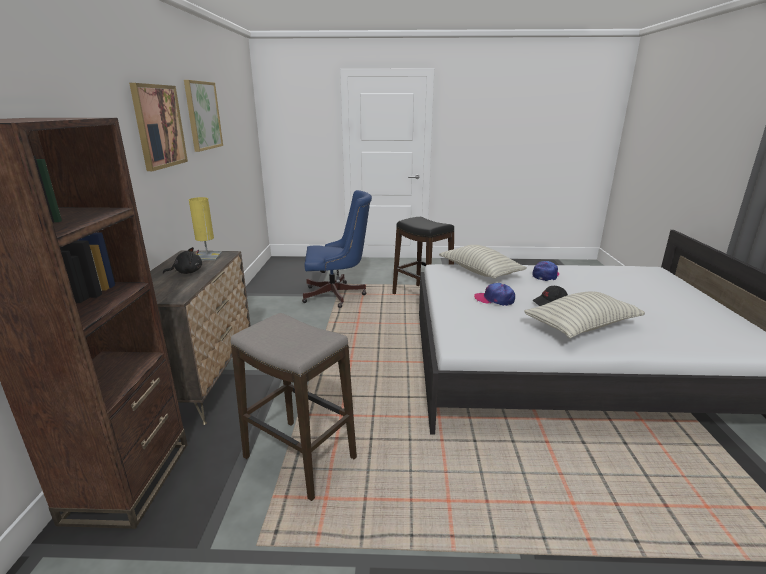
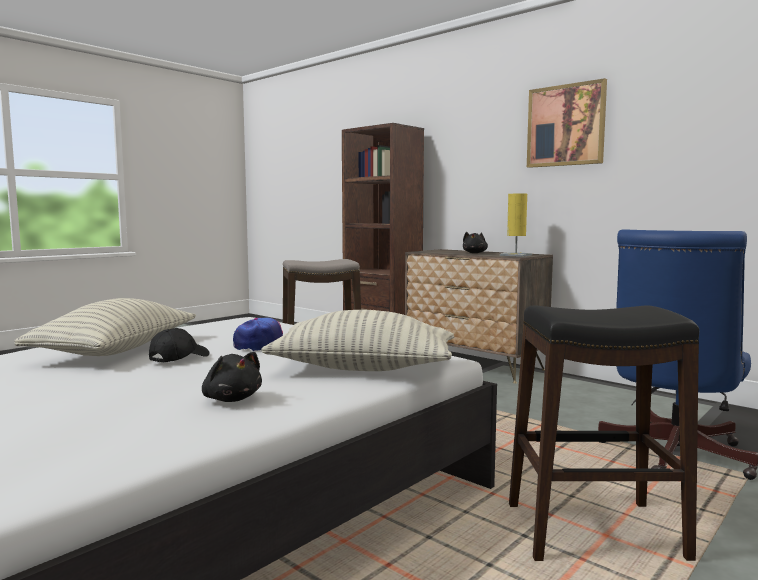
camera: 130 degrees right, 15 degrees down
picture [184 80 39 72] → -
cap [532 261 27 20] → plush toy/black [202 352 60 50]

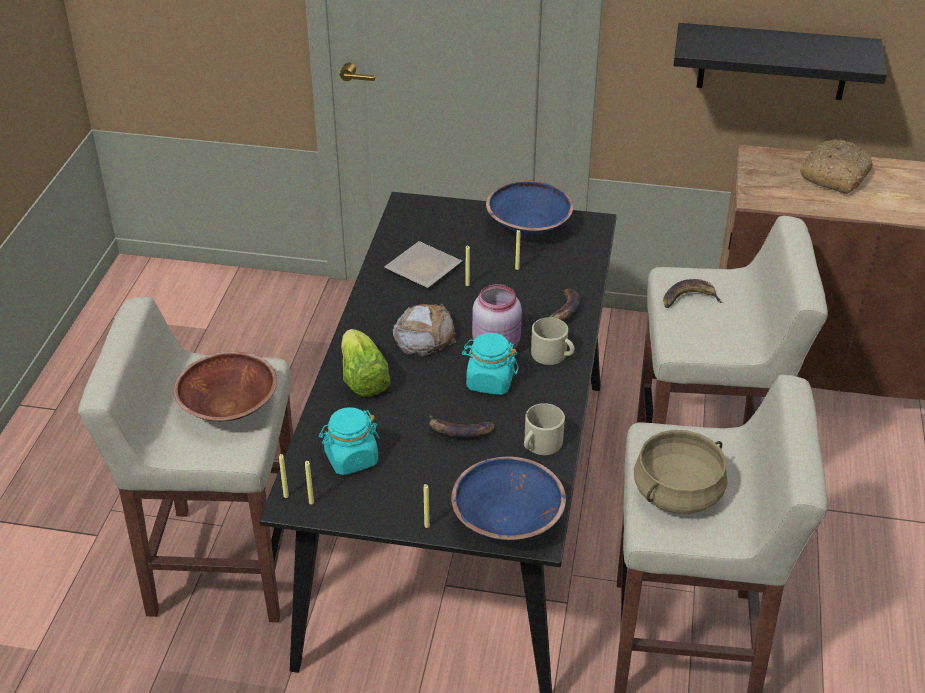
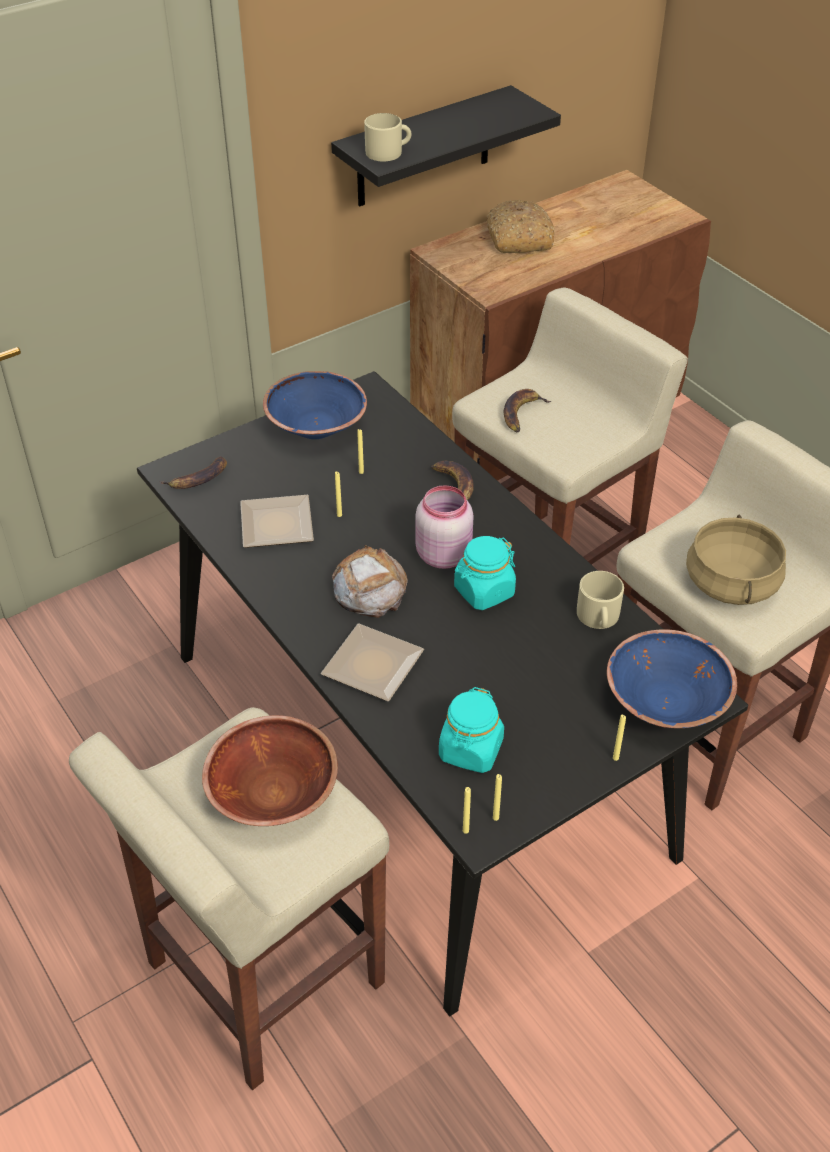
camera: 45 degrees left, 5 degrees up
banana [429 415 66 22] → banana [159 456 68 33], moved
mug/beige [531 317 44 48] → mug/beige [364 113 47 48], moved
lettuce [341 329 50 68] → plate [321 624 103 77]

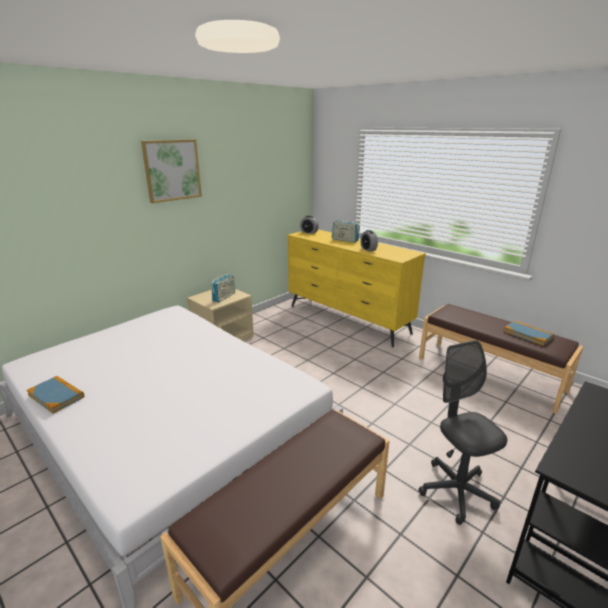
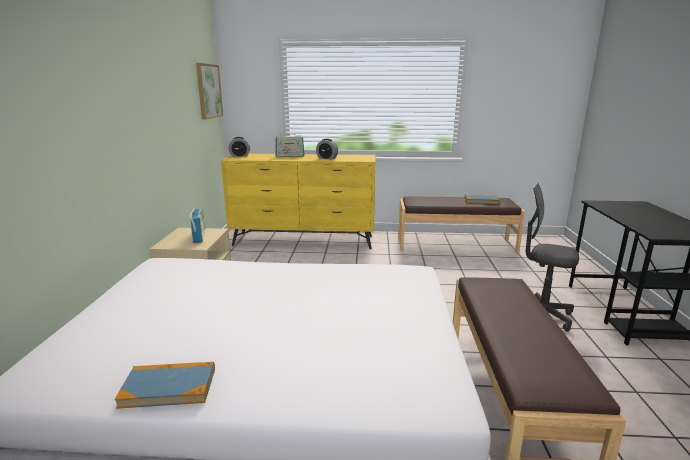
camera: 40 degrees left, 5 degrees down
picture [141 139 61 64] → picture [196 63 27 57], moved

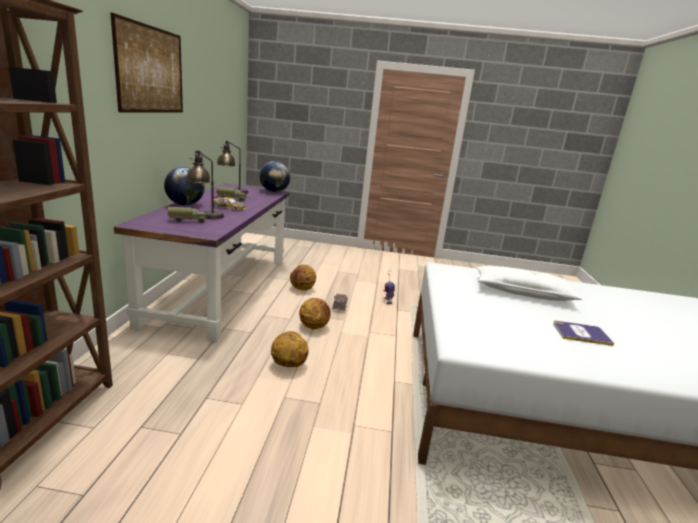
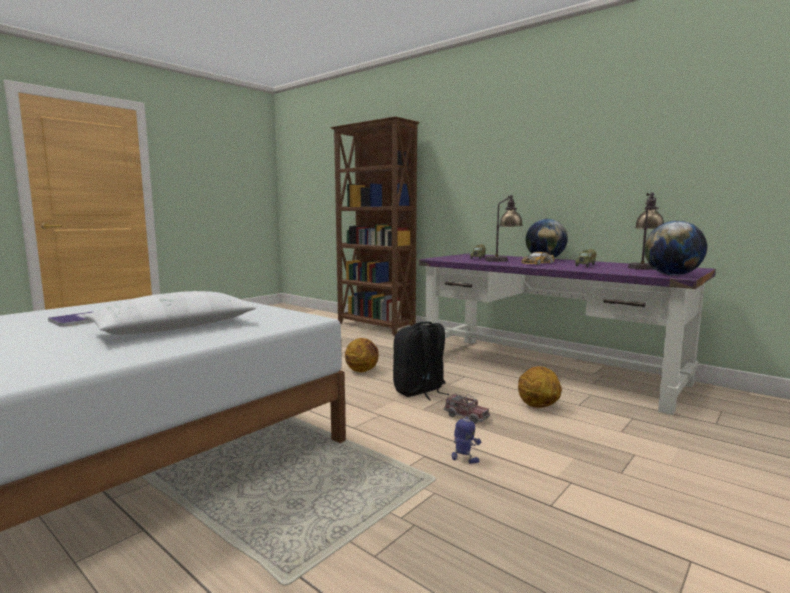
camera: 125 degrees right, 10 degrees down
picture [111 13 72 100] → -
basketball [299 298 32 31] → backpack/black [393 322 56 79]

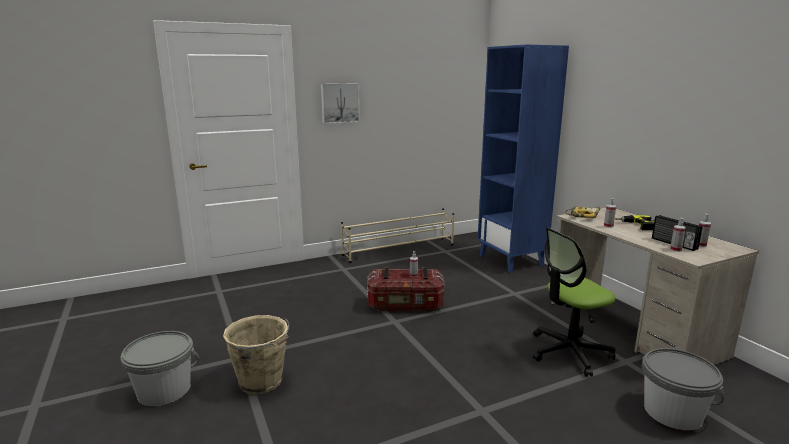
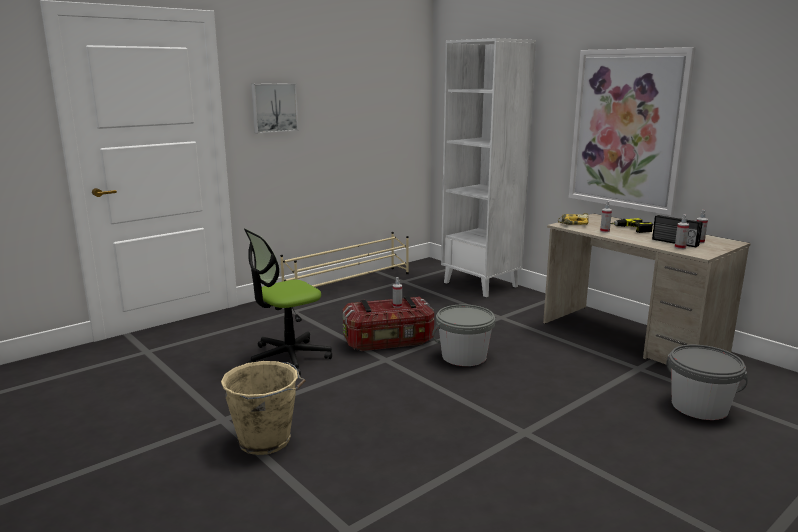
camera: 15 degrees left, 0 degrees up
- → picture [569 47 127 168]
bucket/grey [120 331 79 75] → bucket/grey [432 304 63 62], moved
office chair [533 227 83 150] → office chair [244 229 88 146], moved
bookcase/blue [477 44 92 229] → bookcase/white [441 38 95 259]

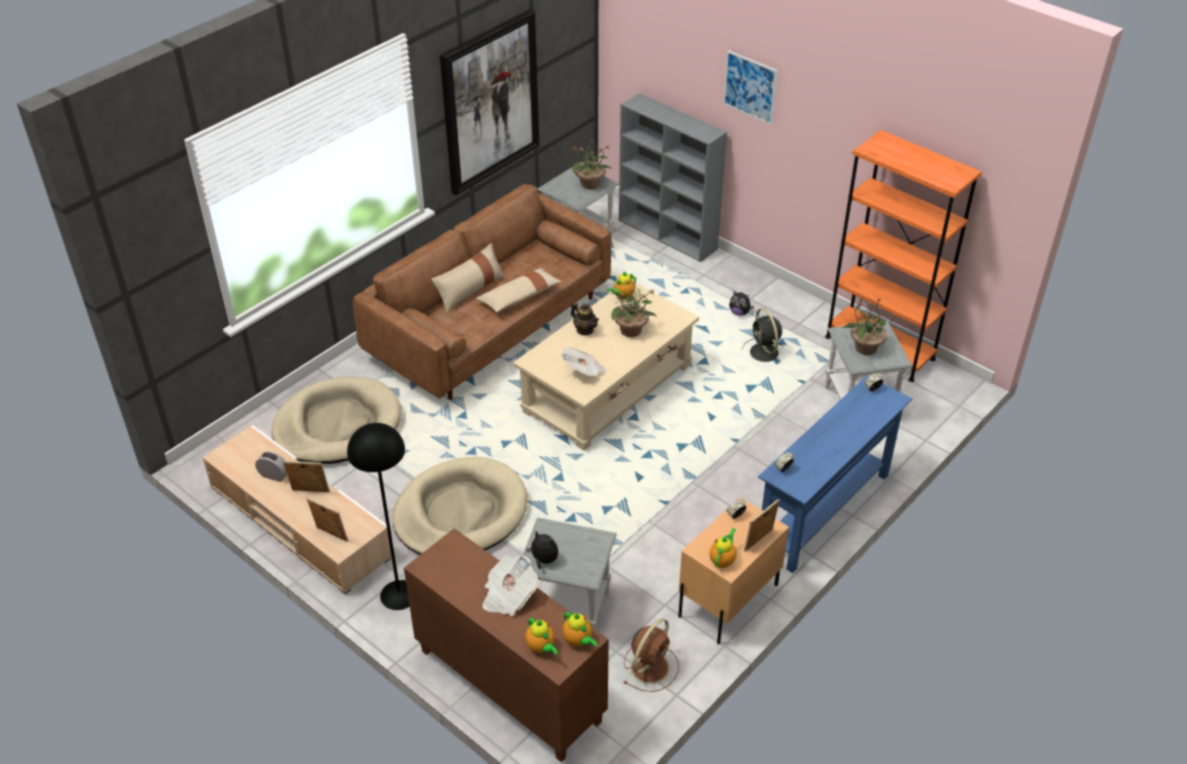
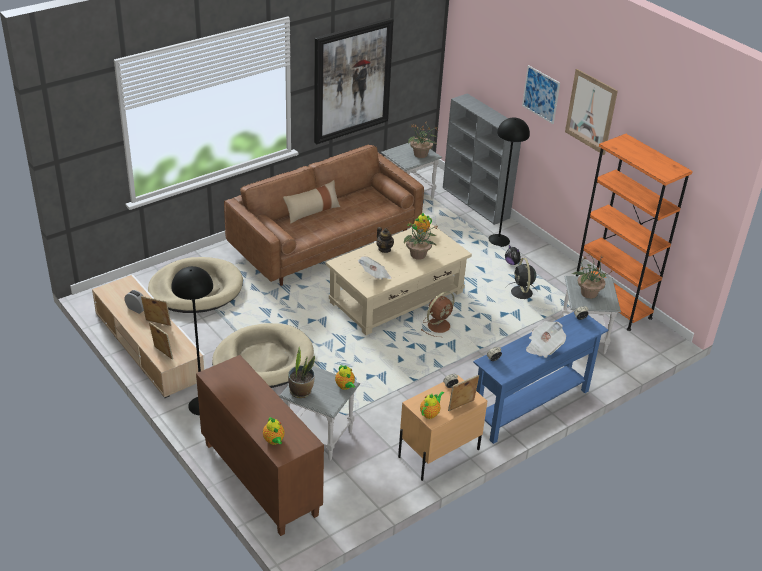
camera: 10 degrees right, 5 degrees down
pillow/beige [475 268 87 45] → -
- → floor lamp/black [489 117 41 130]
- → picture [565 69 53 86]
newspaper [482 556 56 60] → newspaper [526 321 40 37], moved
teapot [562 611 36 36] → teapot [335 365 20 25], moved
fan/brown [624 618 55 74] → fan/brown [421 291 34 46], moved
plush toy [526 531 32 38] → potted plant [288 347 27 51]

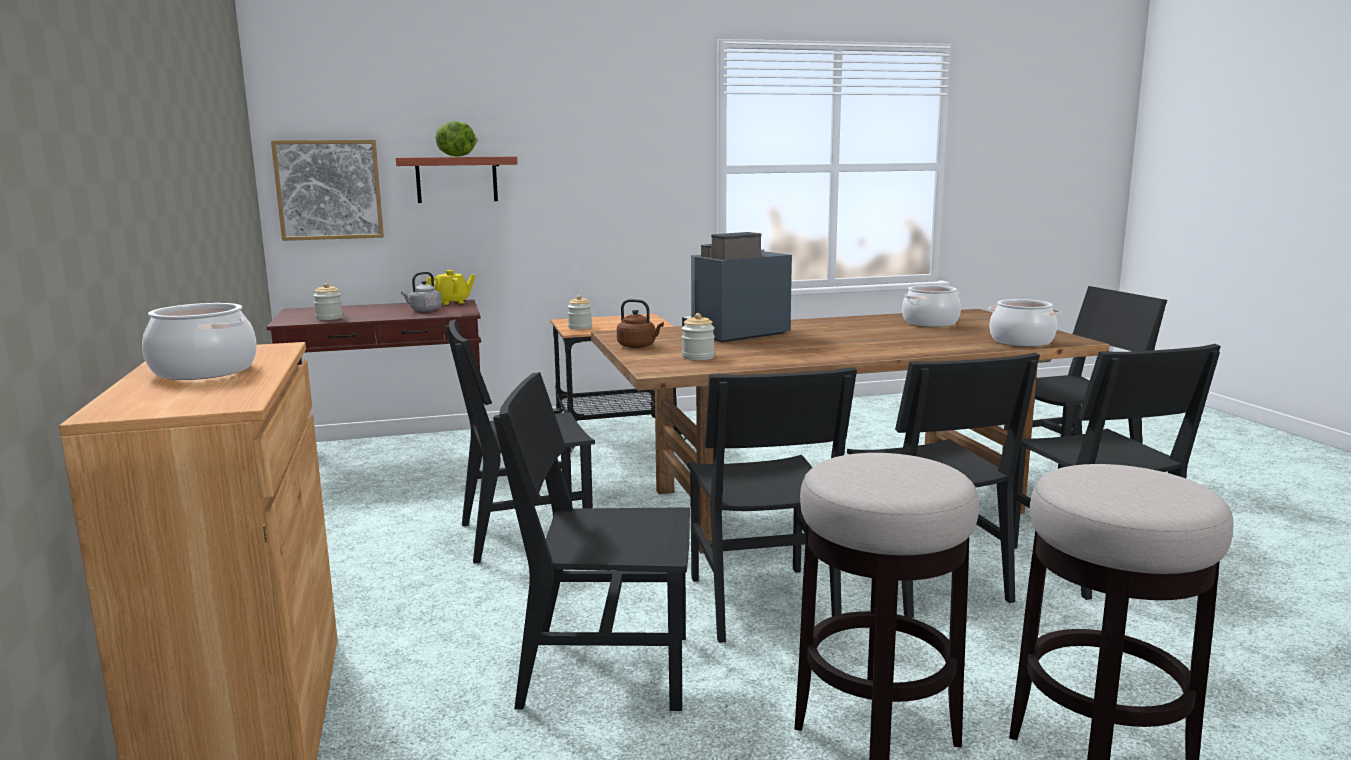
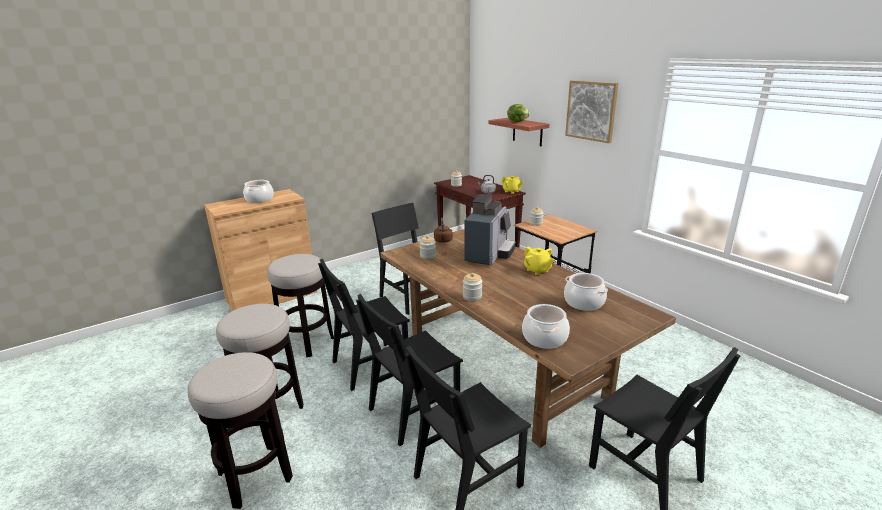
camera: 70 degrees right, 10 degrees up
- → jar [463 273 19 28]
- → teapot/yellow [524 247 30 28]
picture [271 140 113 101] → picture [565 80 53 63], moved
chair/black [493 372 197 339] → stool [267 254 67 103]
coffee machine [682 232 110 111] → coffee machine [465 194 50 71], 75 degrees clockwise

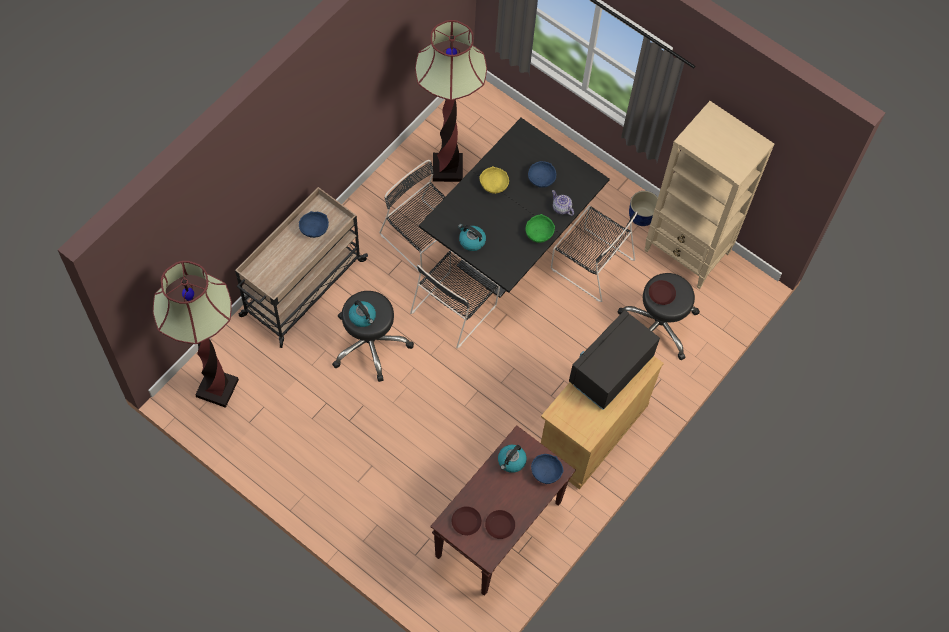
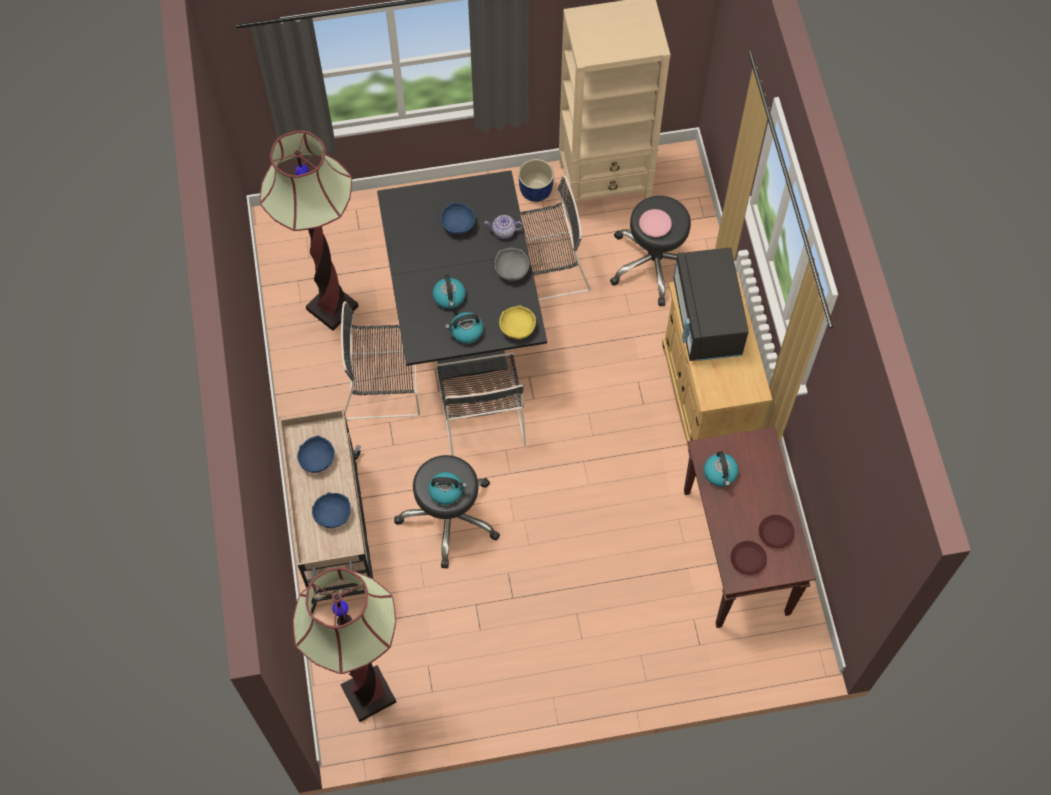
camera: 45 degrees left, 0 degrees up
- → kettle [433 274 33 35]
bowl/yellow [479 166 30 28] → bowl/yellow [499 305 37 34], moved
bowl/blue [531 454 33 30] → bowl/blue [312 492 39 36], moved
bowl/green [525 214 30 29] → bowl/grey [495 248 35 33]
plate/brown [649 280 27 25] → plate/pink [639 209 33 28]

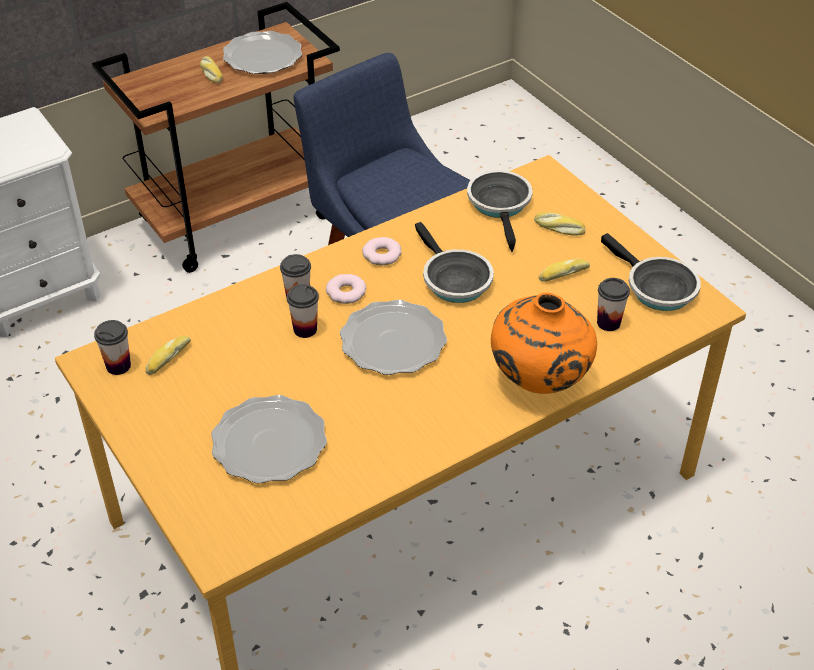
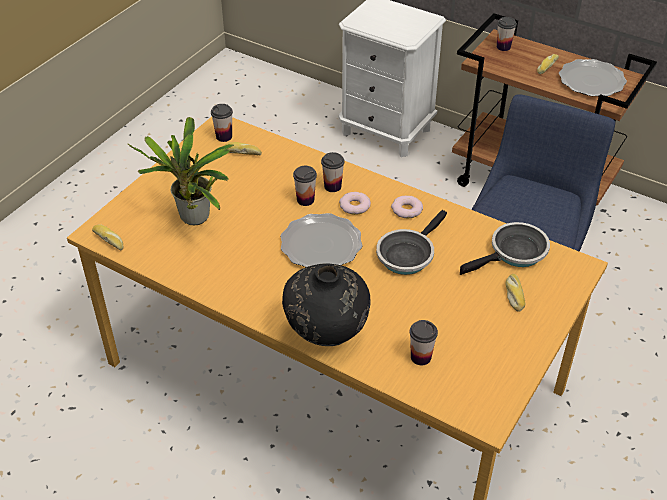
camera: 65 degrees right, 0 degrees up
frying pan [601 233 100 78] → -
- → cup [497 17 20 34]
bread [538 259 52 23] → bread [92 225 31 25], moved
plate [211 395 116 89] → potted plant [128 117 106 108]
vase/orange [491 293 106 101] → vase/black [282 263 89 83]

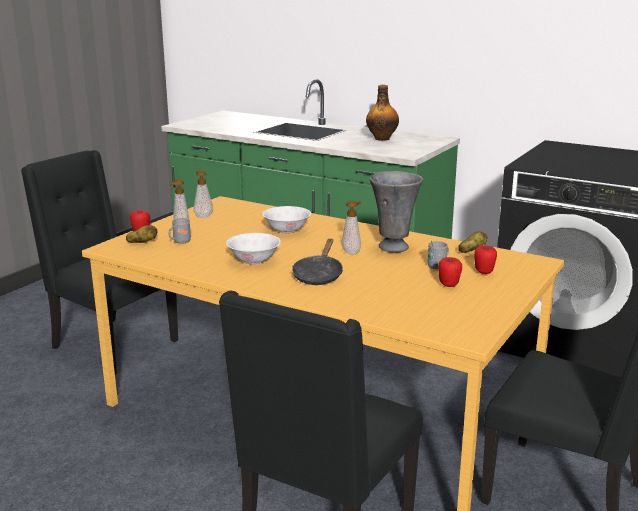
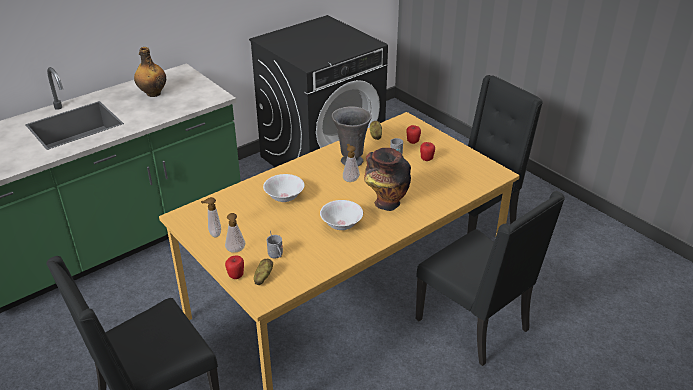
camera: 70 degrees left, 15 degrees up
frying pan/black [292 239 51 46] → vase [364 148 47 63]

